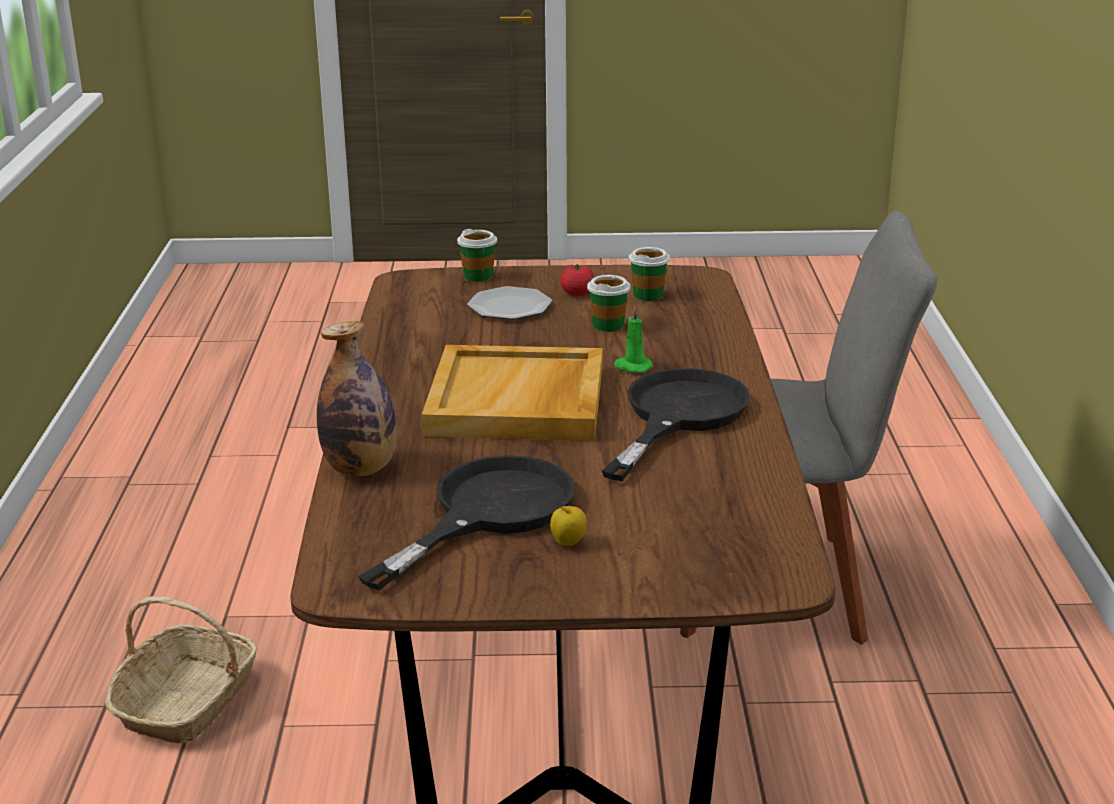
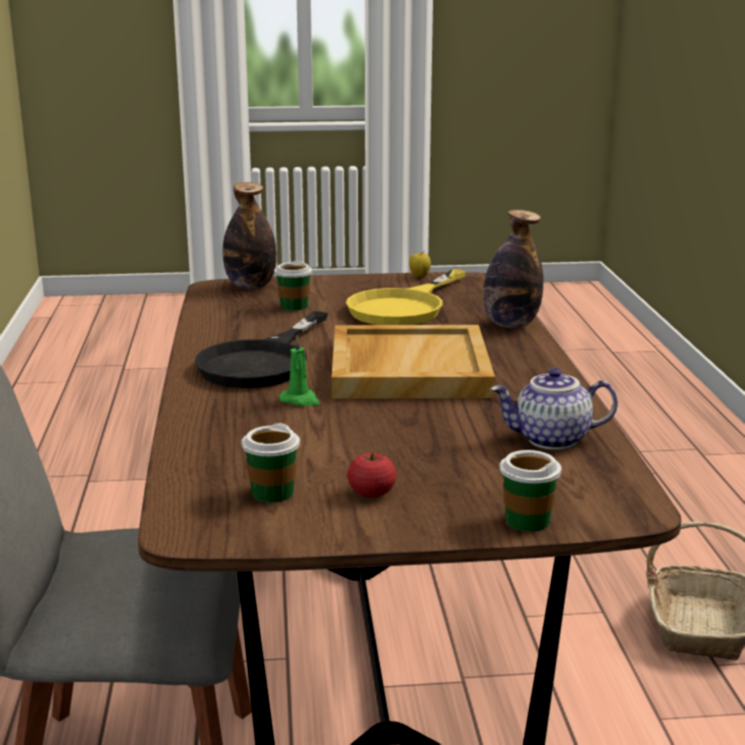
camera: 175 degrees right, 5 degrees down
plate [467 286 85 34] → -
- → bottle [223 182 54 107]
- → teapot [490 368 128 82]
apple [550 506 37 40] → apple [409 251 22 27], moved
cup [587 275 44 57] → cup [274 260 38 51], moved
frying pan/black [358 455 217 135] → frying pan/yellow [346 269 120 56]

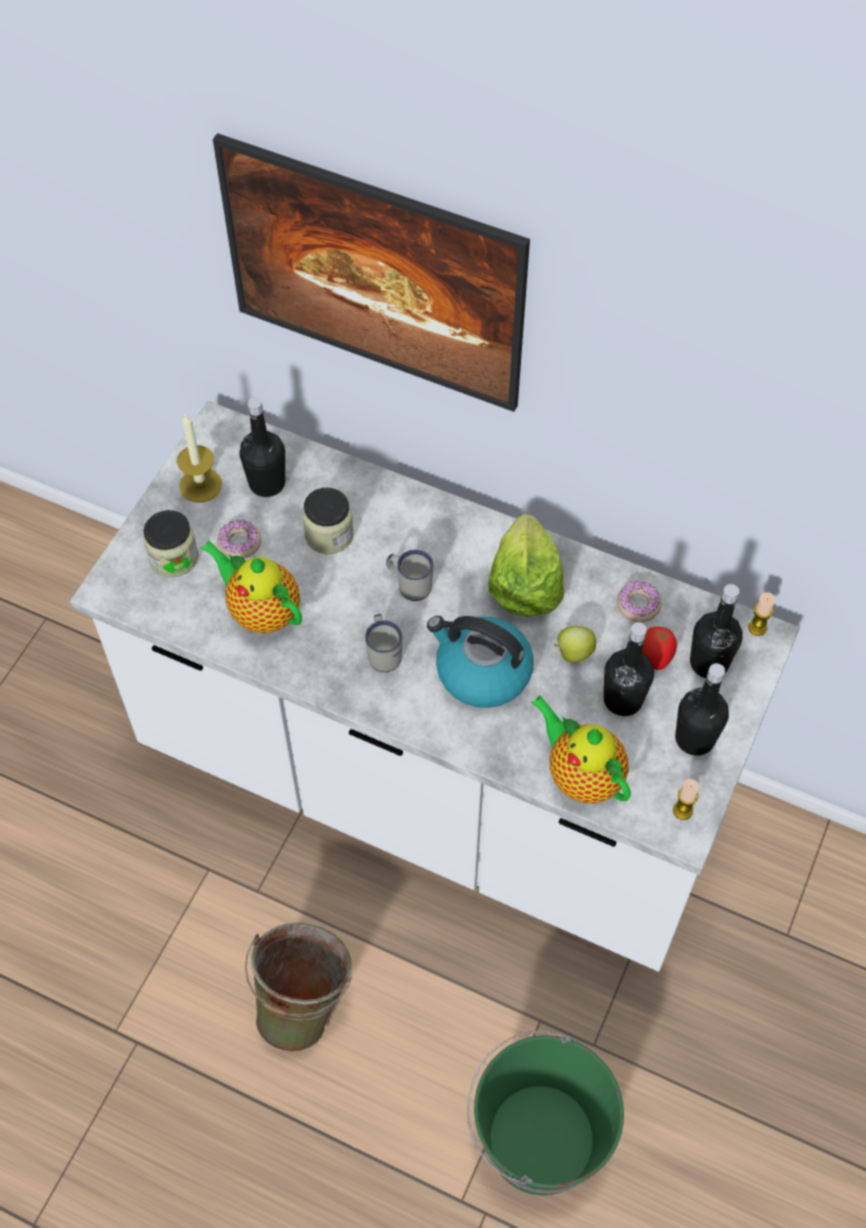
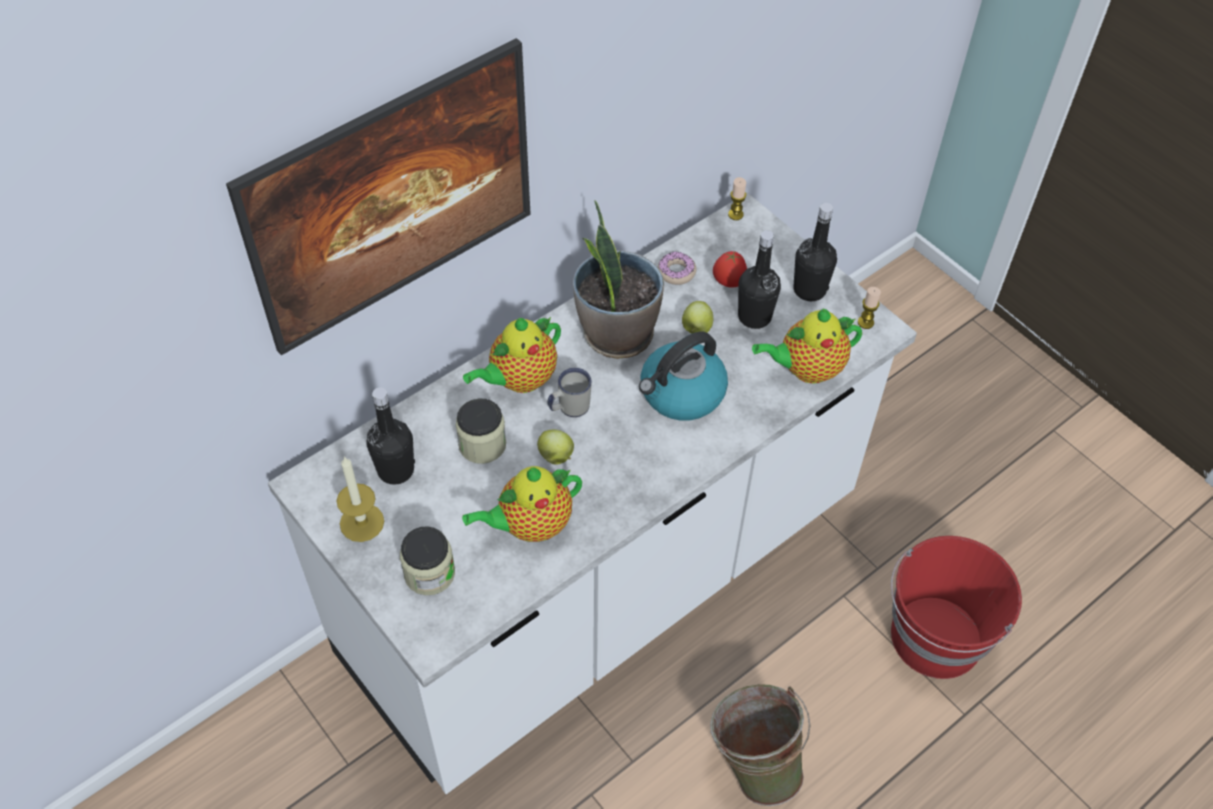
camera: 65 degrees left, 5 degrees down
donut [217 520 44 39] → -
mug/white [365 614 37 58] → -
bottle/black [690 584 53 94] → -
- → teapot [463 317 98 76]
- → apple [537 430 37 35]
lettuce [488 514 77 102] → potted plant [573 200 91 159]
bucket/green [467 1030 157 165] → bucket/red [891 536 131 143]

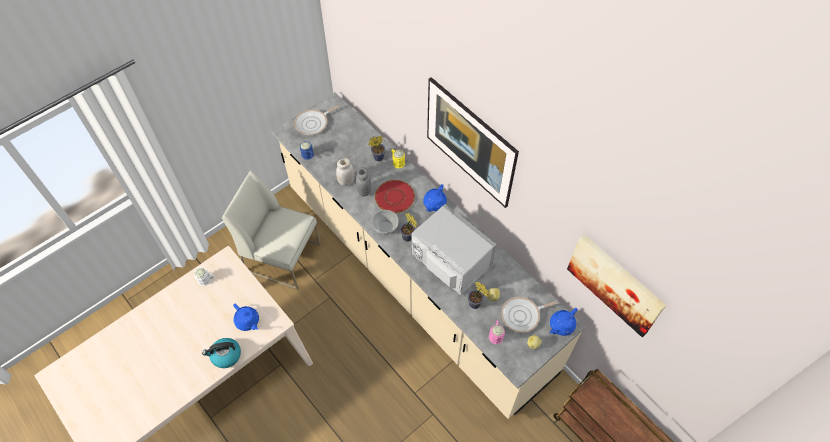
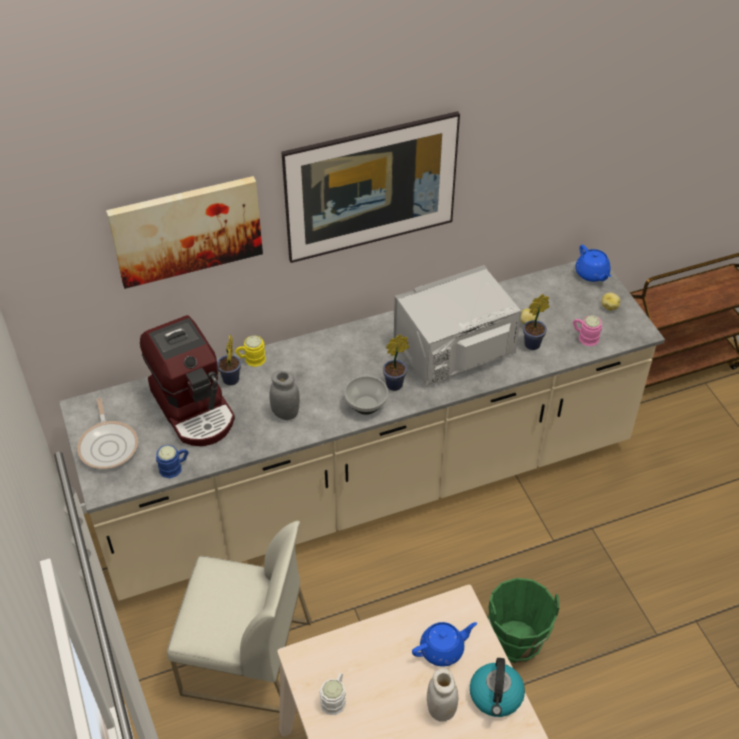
camera: 70 degrees left, 10 degrees down
plate/red [375 180 40 33] → -
teapot/blue [423 184 24 28] → -
frying pan [501 297 56 35] → -
- → coffee machine [140 315 95 131]
- → bucket/green [488 578 71 85]
jar/white [336 158 18 28] → jar/white [427 668 31 54], moved
picture [567 234 99 103] → picture [106 176 157 113], moved
chair/white [222 171 99 119] → chair/white [167 521 144 192], 120 degrees counterclockwise

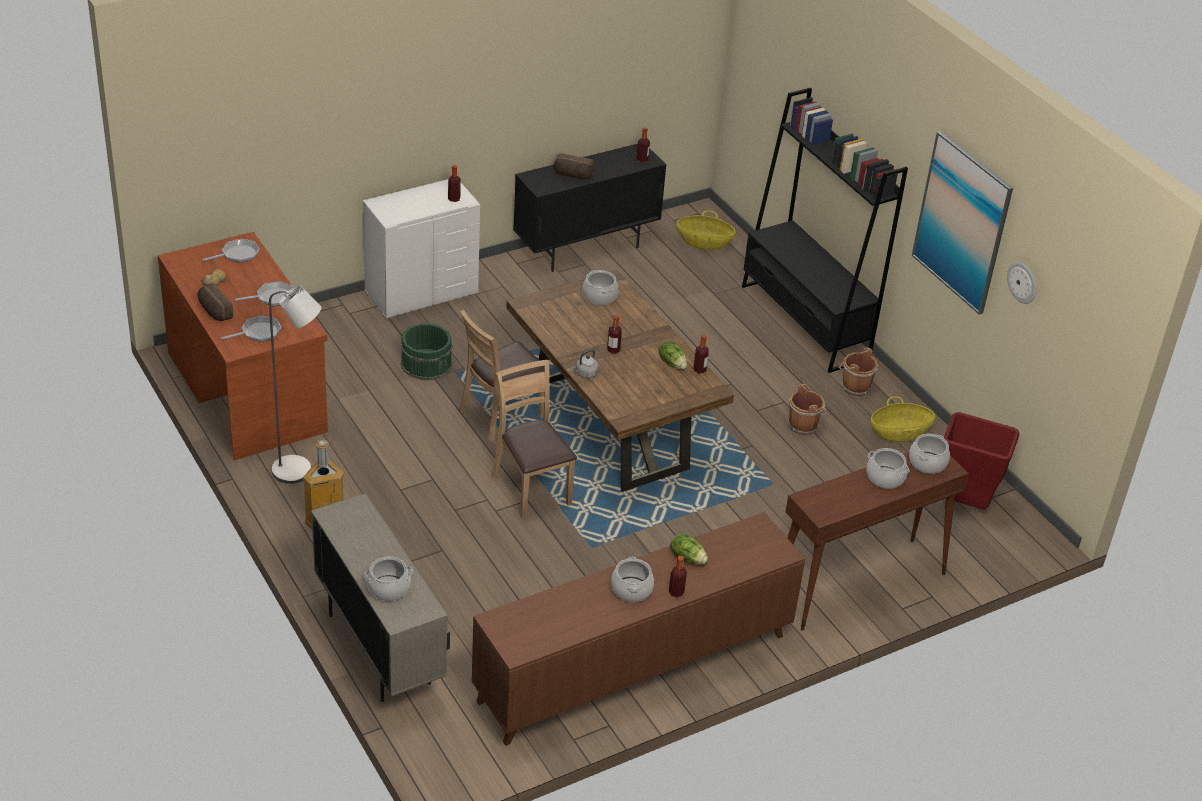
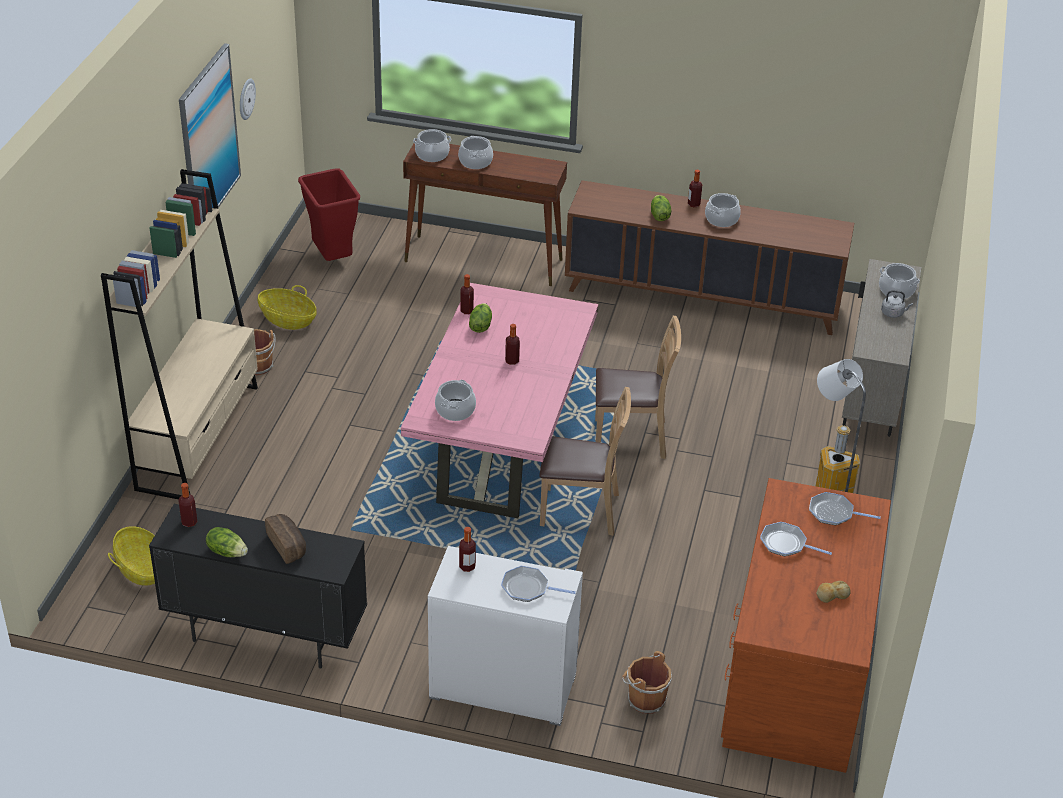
camera: 135 degrees left, 0 degrees up
bread [198 283 35 38] → -
bucket/green [400 323 53 57] → -
- → lettuce [206 527 42 30]
frying pan [202 239 58 24] → frying pan [501 566 75 36], moved
kettle/grey [571 349 28 29] → kettle/grey [881 290 32 28], moved
bucket/brown [788 384 39 51] → bucket/brown [622 651 50 63], moved
dining table/brown [506 270 228 222] → dining table/pink [401 283 197 235]
bookcase/black [742 88 166 285] → bookcase/beige [101 169 157 330]
chair/brown [491 360 86 159] → chair/brown [595 316 86 143], 105 degrees counterclockwise

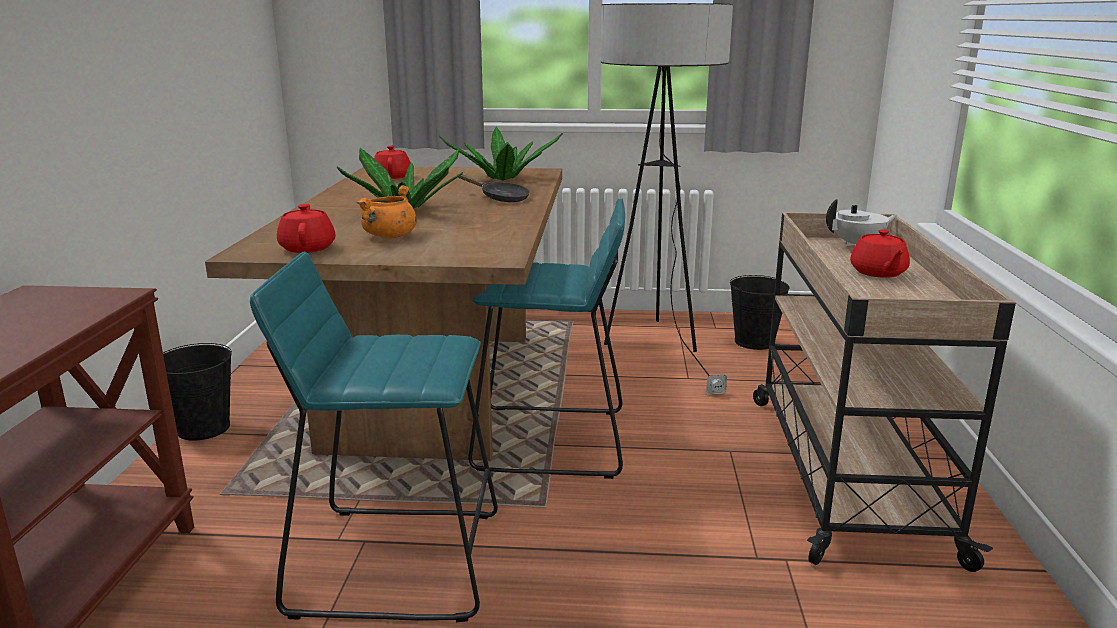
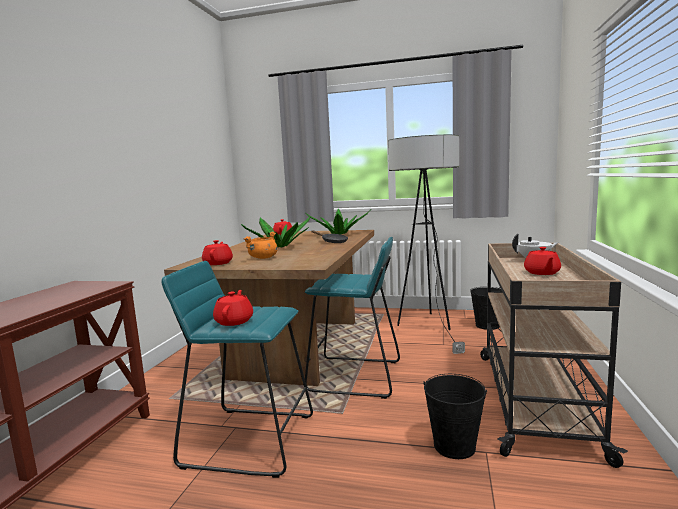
camera: 10 degrees right, 10 degrees down
- → teapot/red [213 290 40 36]
bucket/black [163 343 69 98] → bucket/black [423 374 64 85], moved

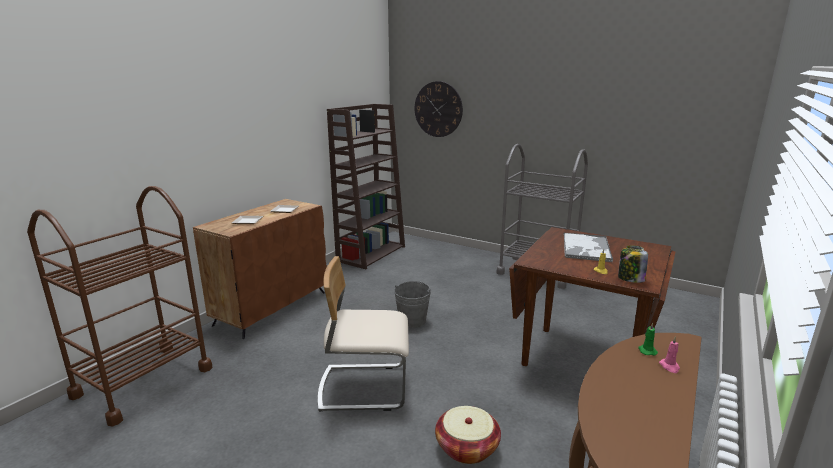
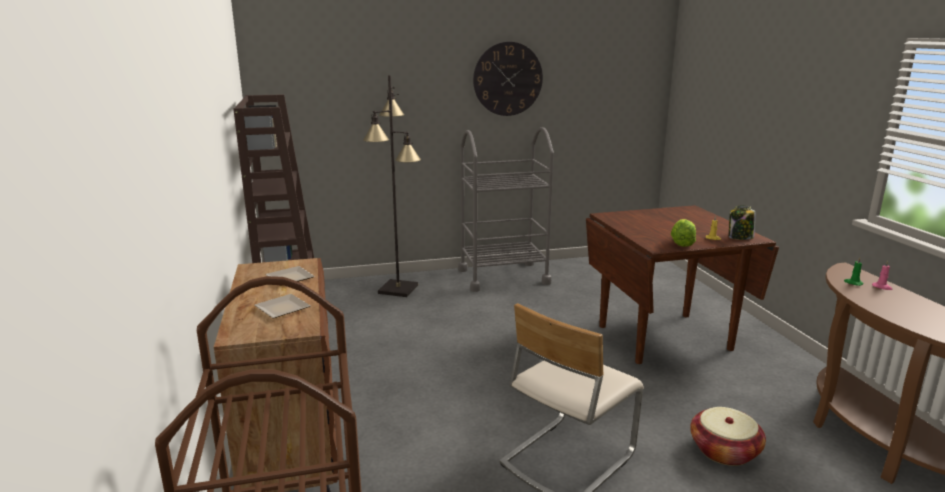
camera: 45 degrees left, 0 degrees up
bucket/grey [394 281 37 47] → -
tray [563 233 50 29] → -
- → floor lamp/black [363 75 58 222]
- → lettuce [671 219 25 28]
wall clock [415 81 48 56] → wall clock [473 42 70 74], moved

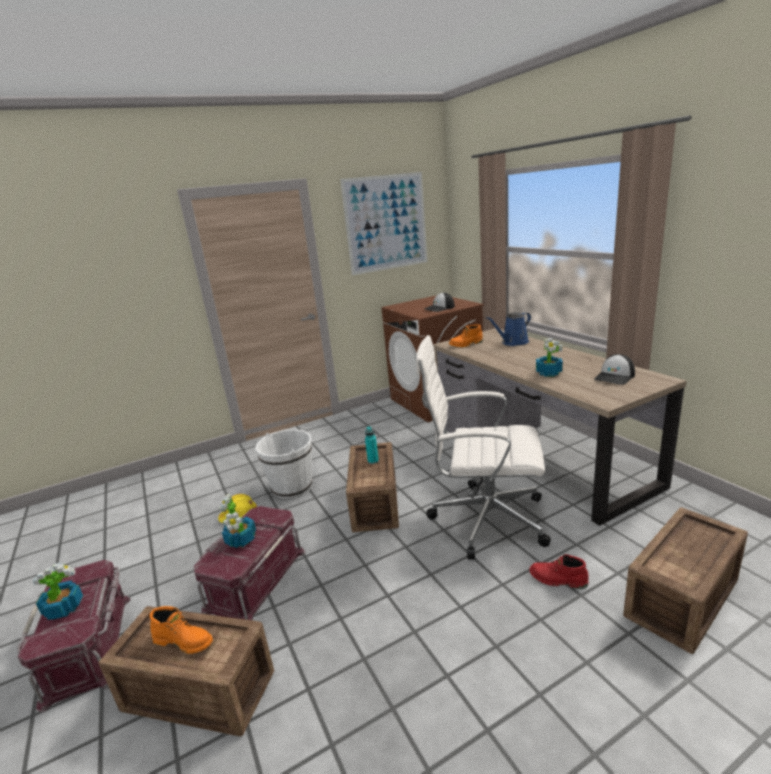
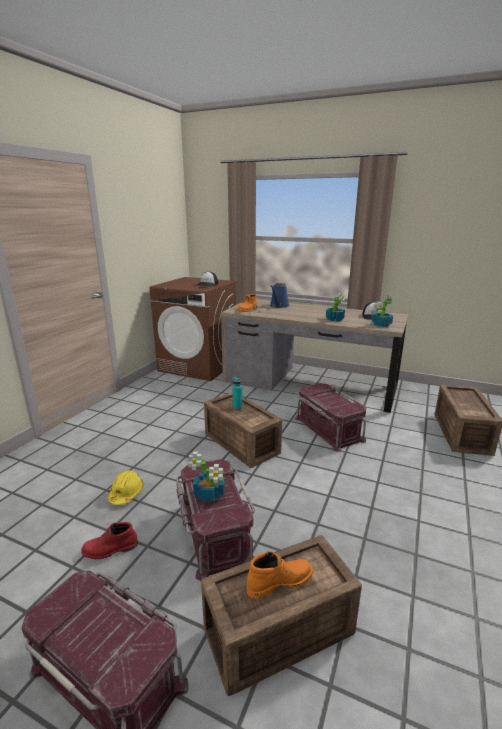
camera: 40 degrees left, 0 degrees up
bucket/white [256 429 56 70] → -
picture [340 172 87 103] → -
potted plant [33 563 50 57] → potted plant [372 296 21 31], moved
boot/red [530 554 59 35] → boot/red [81 522 57 37], moved
office chair/white [416 335 135 225] → storage box/red [295 383 71 68]

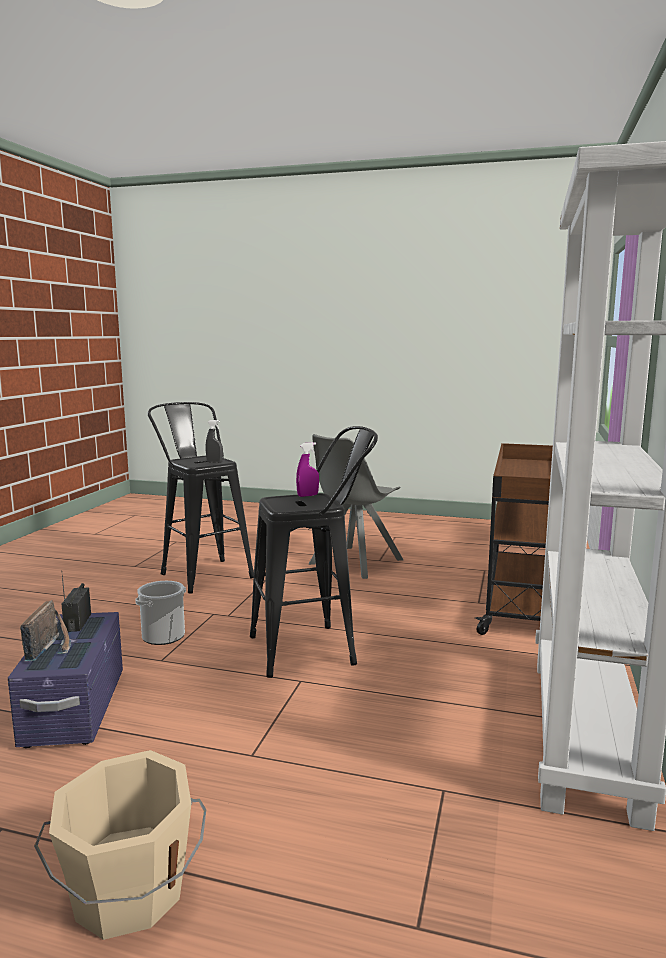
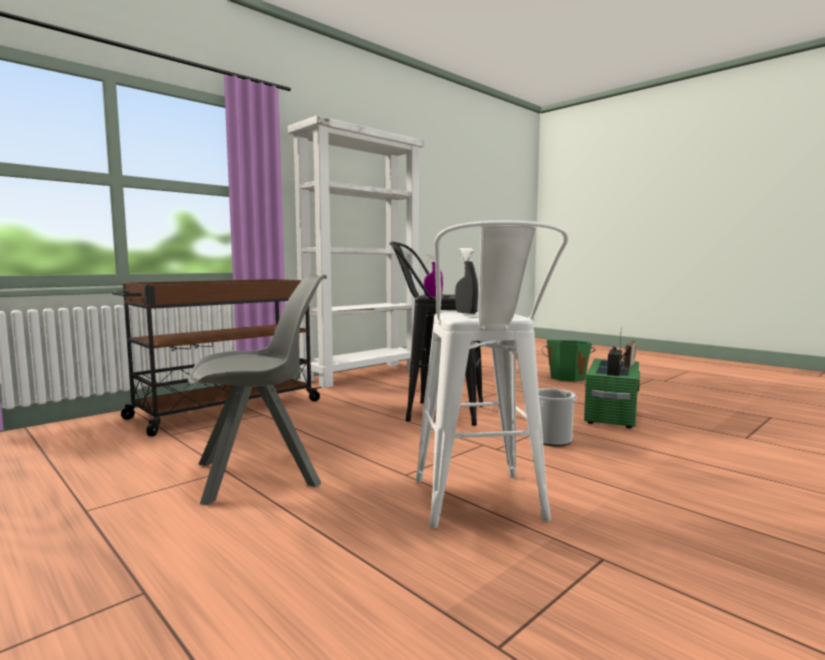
camera: 150 degrees left, 5 degrees down
storage box/purple [8 612 115 136] → storage box/green [584 359 56 69]
bucket/beige [34 750 172 190] → bucket/green [541 339 54 43]
stool/black [148 402 106 191] → stool/white [415 221 154 307]

